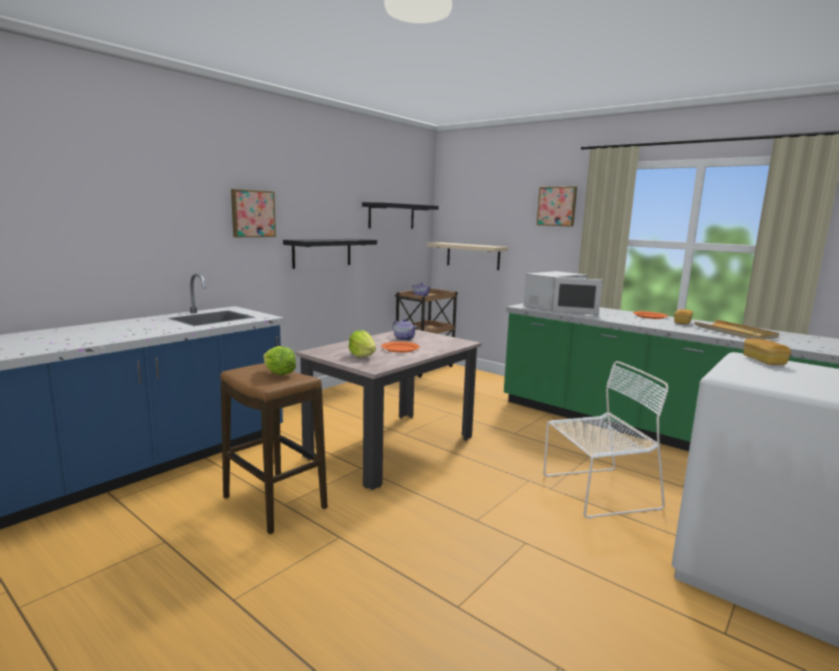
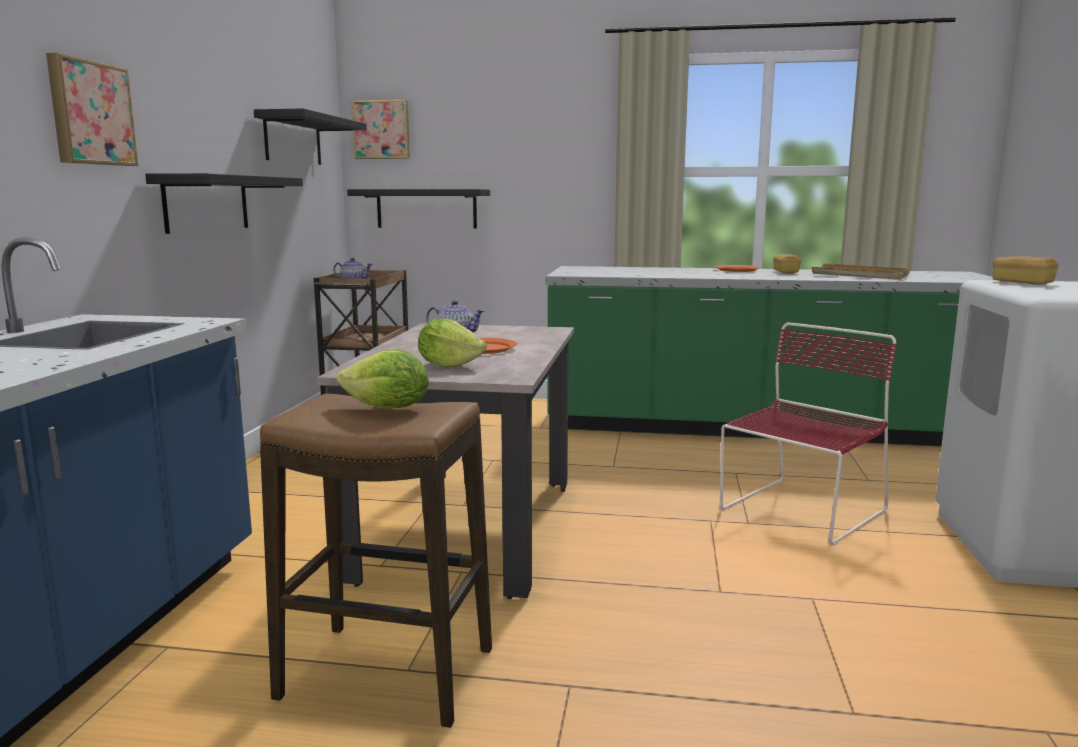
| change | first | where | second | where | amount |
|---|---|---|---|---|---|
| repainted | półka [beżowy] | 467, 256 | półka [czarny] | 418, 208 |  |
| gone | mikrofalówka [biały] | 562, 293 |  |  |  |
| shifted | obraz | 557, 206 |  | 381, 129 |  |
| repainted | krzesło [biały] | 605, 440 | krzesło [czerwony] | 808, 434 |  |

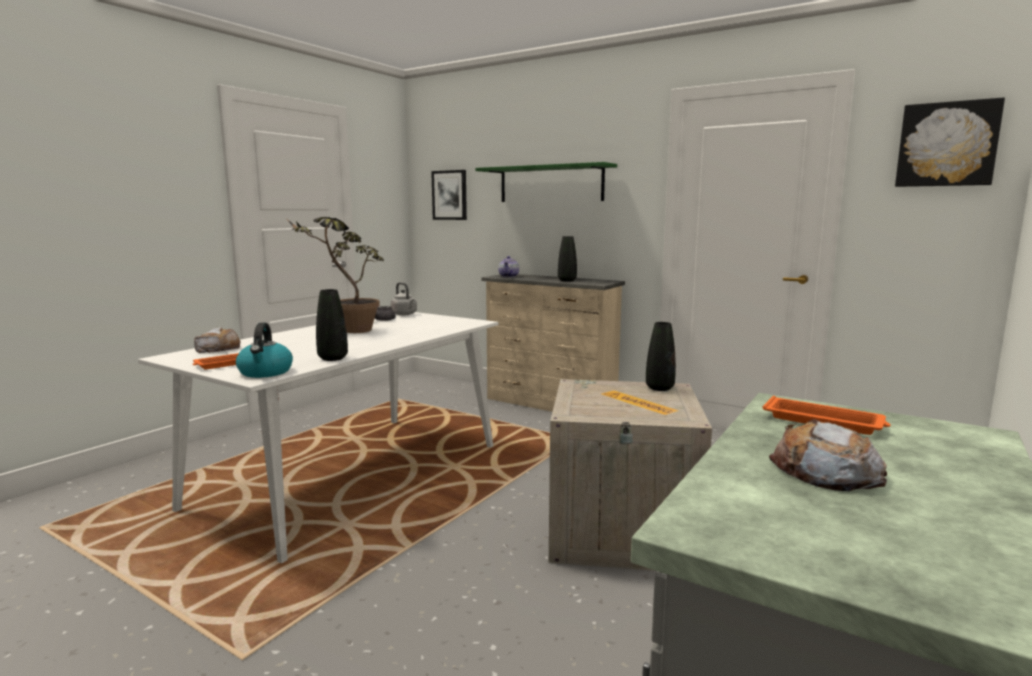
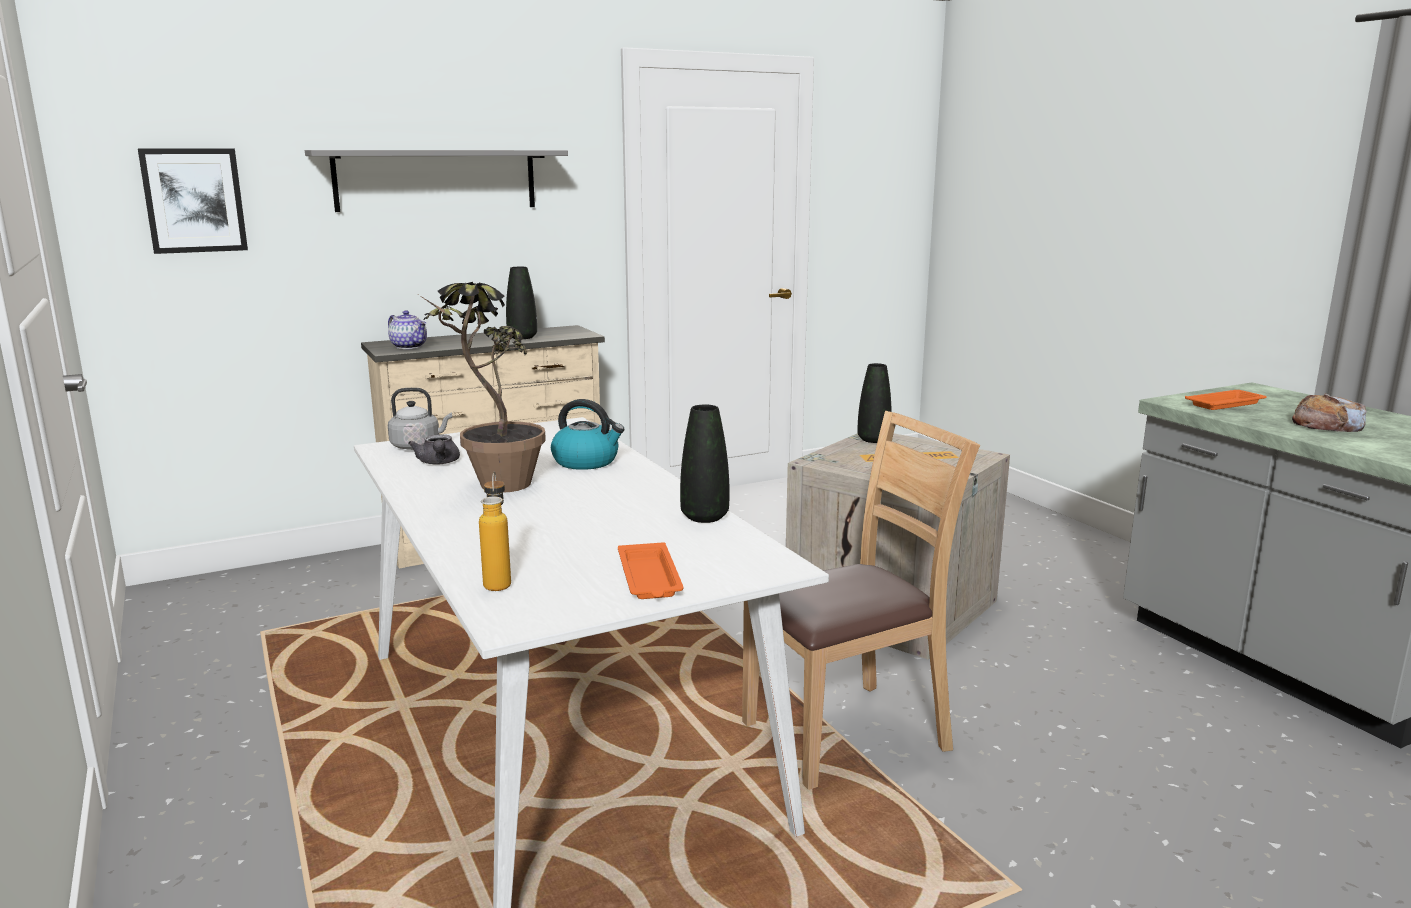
| change | first | where | second | where | amount |
|---|---|---|---|---|---|
| swapped | chleb | 217, 340 | butelka | 495, 531 |  |
| shifted | czajnik | 264, 350 |  | 587, 434 |  |
| repainted | półka [zielony] | 546, 182 | półka [szary] | 436, 181 |  |
| gone | obraz | 950, 142 |  |  |  |
| new |  |  | krzesło [brązowy] | 861, 600 |  |

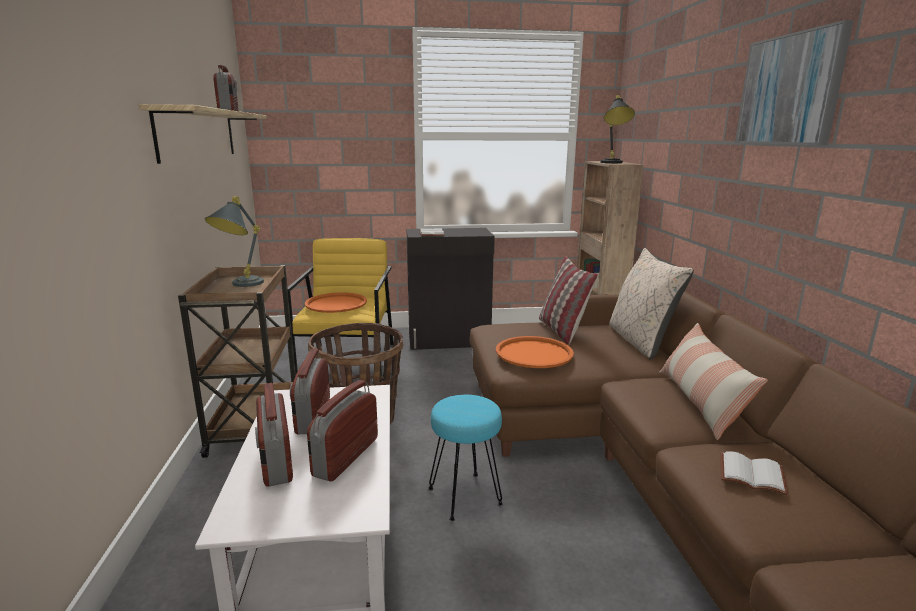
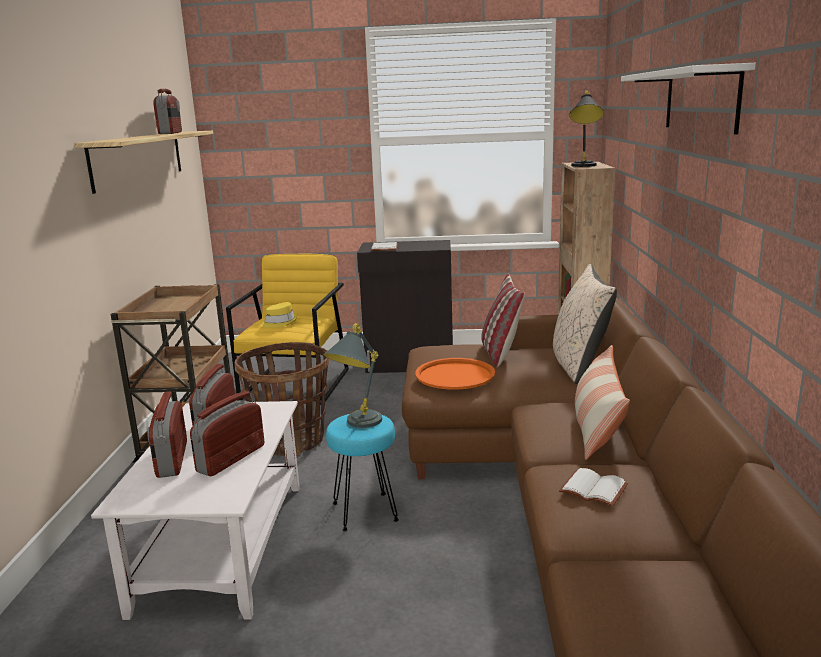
| change | first | where | second | where | amount |
|---|---|---|---|---|---|
| shifted | lampa stołowa [szary] | 234, 241 |  | 352, 376 |  |
| swapped | taca [pomarańczowy] | 336, 302 | kapelusz [żółty] | 279, 315 |  |
| swapped | obraz | 794, 82 | półka [biały] | 688, 98 |  |

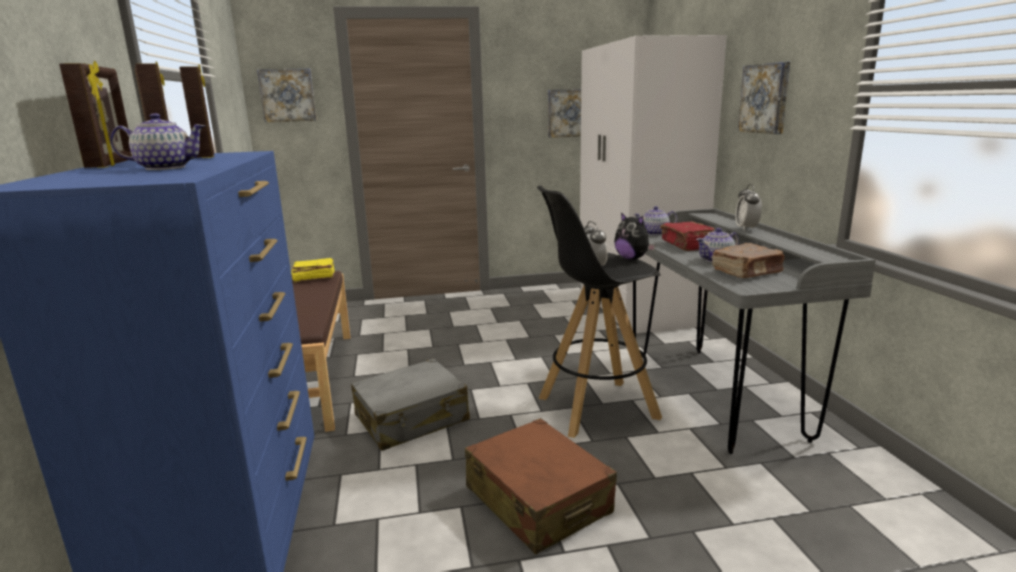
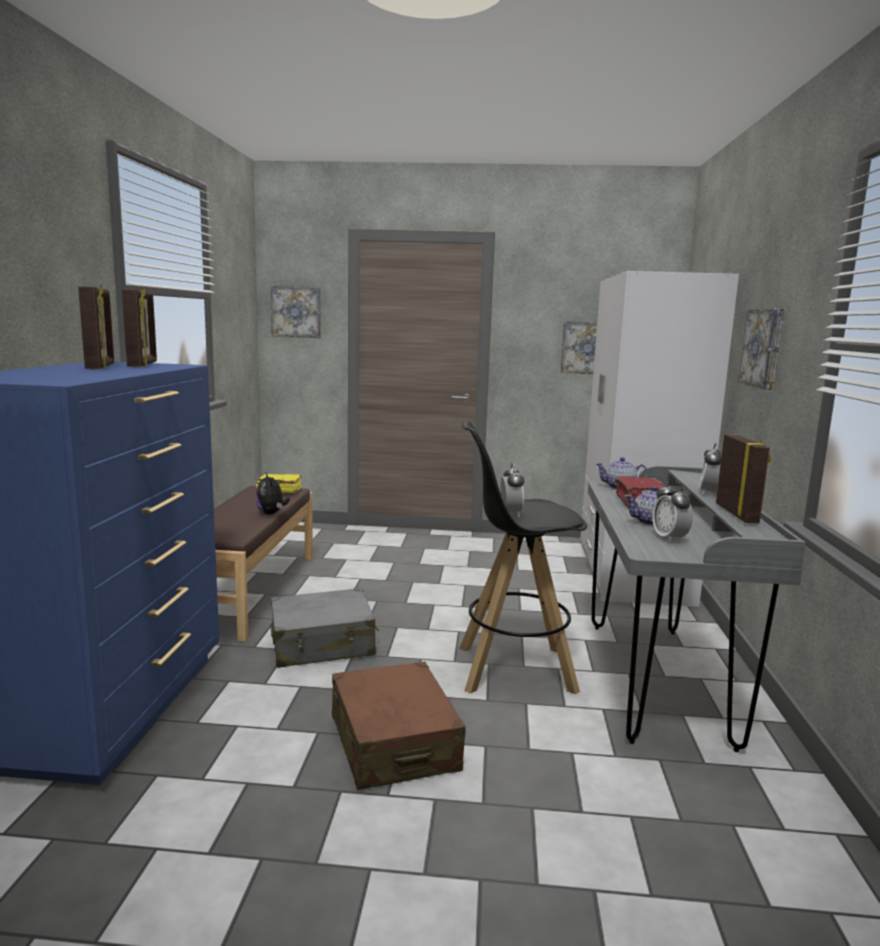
| change | first | where | second | where | amount |
|---|---|---|---|---|---|
| shifted | ramka na zdjęcie | 95, 114 |  | 743, 478 |  |
| gone | imbryk | 157, 141 |  |  |  |
| shifted | pluszak | 635, 236 |  | 273, 493 |  |
| swapped | książka [brązowy] | 748, 260 | budzik | 672, 512 |  |

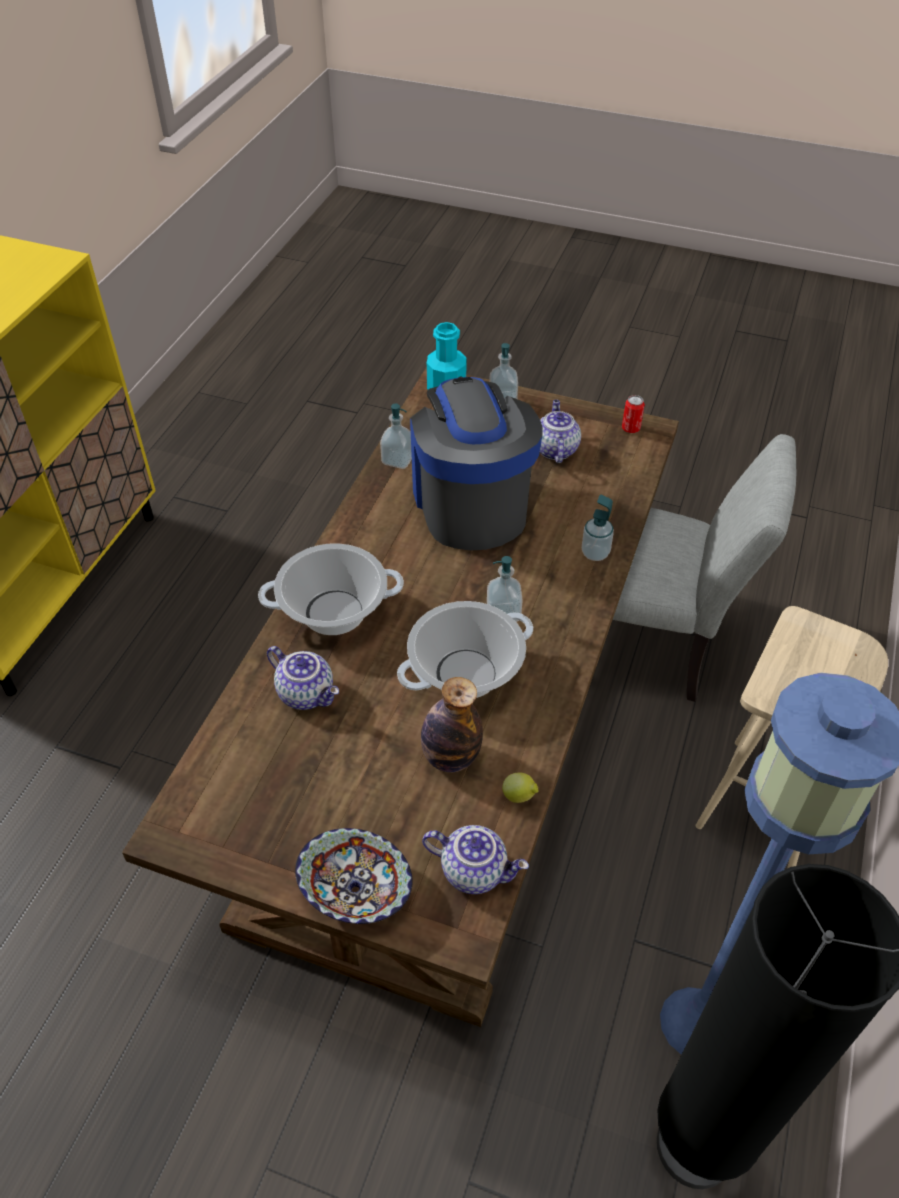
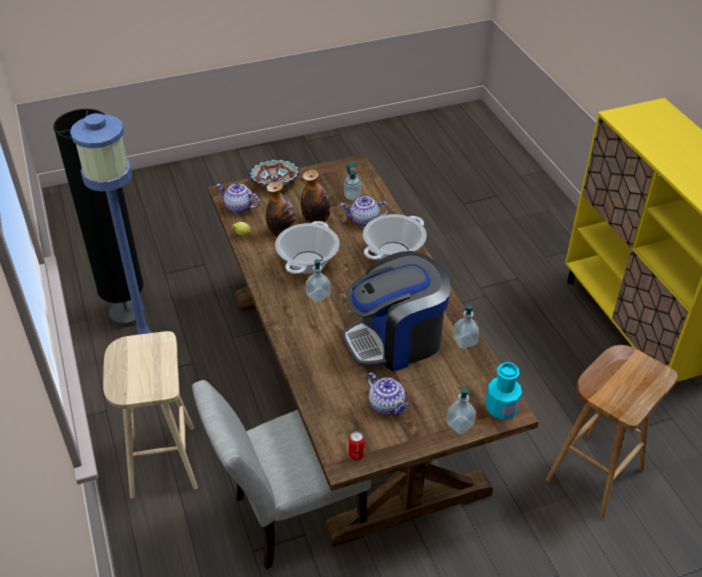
| change | first | where | second | where | amount |
|---|---|---|---|---|---|
| rotated | ekspres do kawy | 476, 464 |  | 396, 311 | 120 degrees clockwise |
| rotated | imbryk | 475, 859 |  | 238, 199 | 45 degrees clockwise |
| shifted | dozownik mydła | 598, 528 |  | 352, 180 |  |
| new |  |  | butelka | 316, 196 |  |
| new |  |  | stołek [brązowy] | 612, 432 |  |

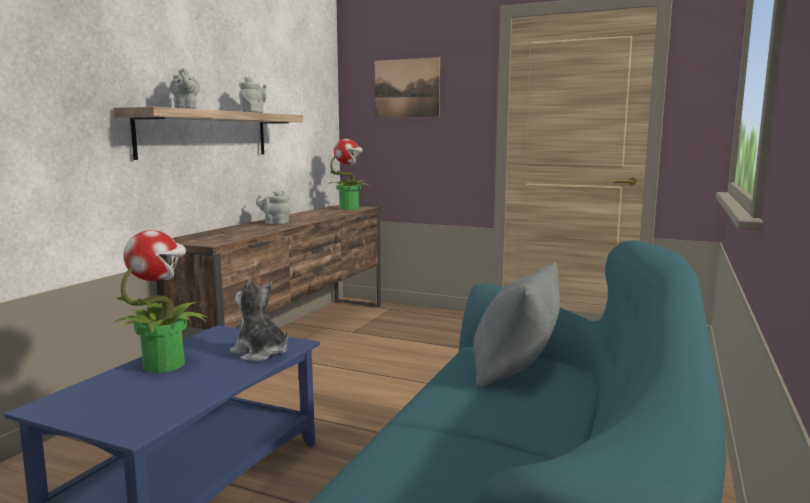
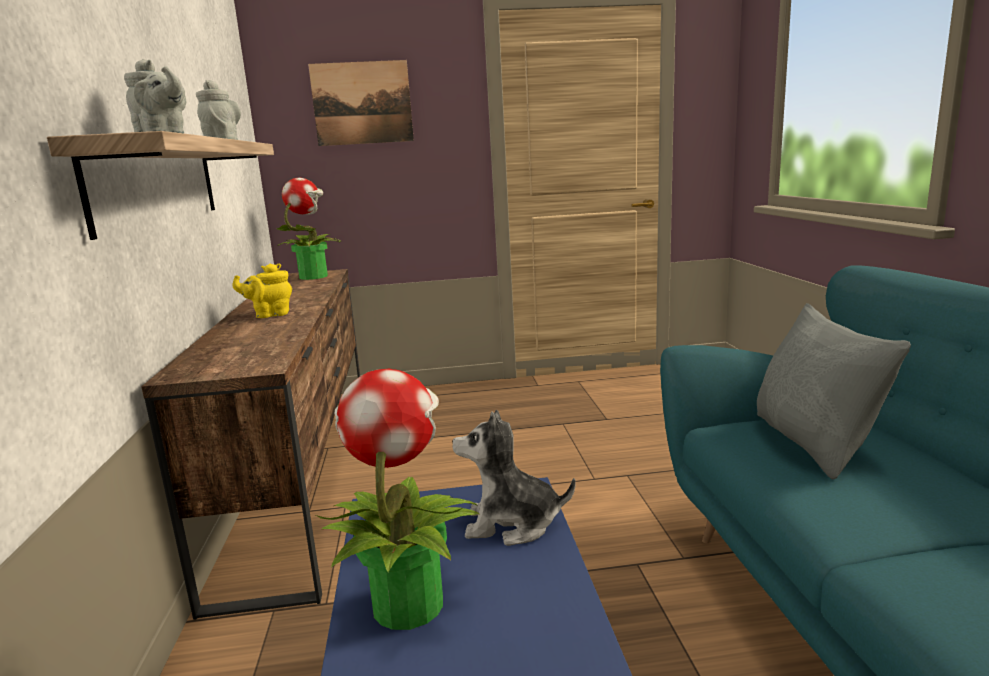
| change | first | where | second | where | amount |
|---|---|---|---|---|---|
| repainted | imbryk [szary] | 273, 207 | imbryk [żółty] | 262, 291 |  |

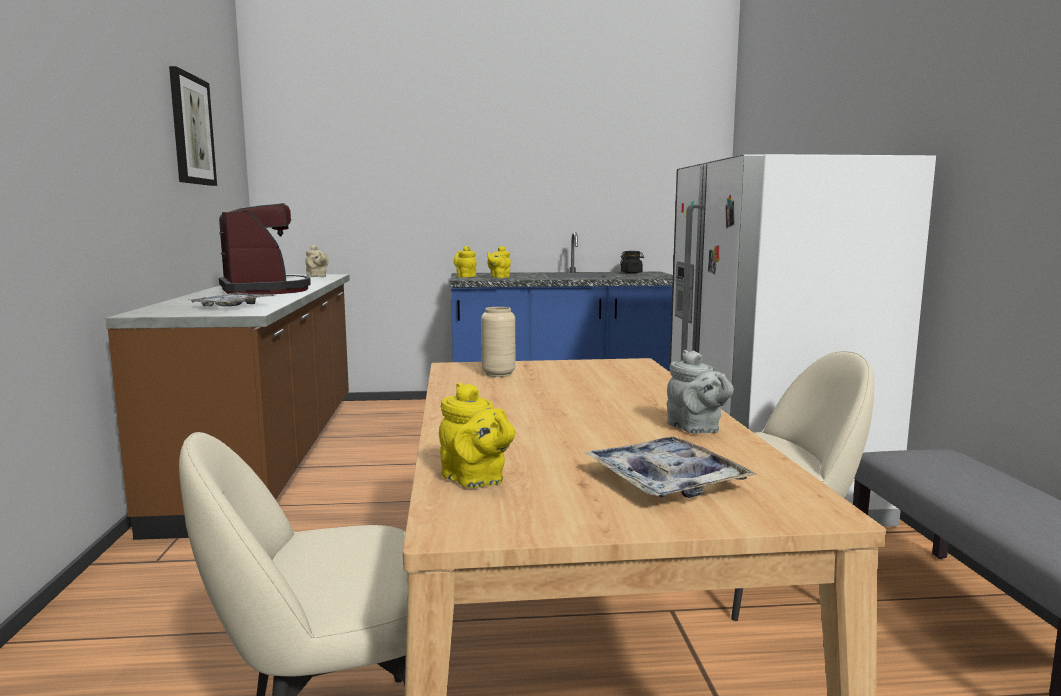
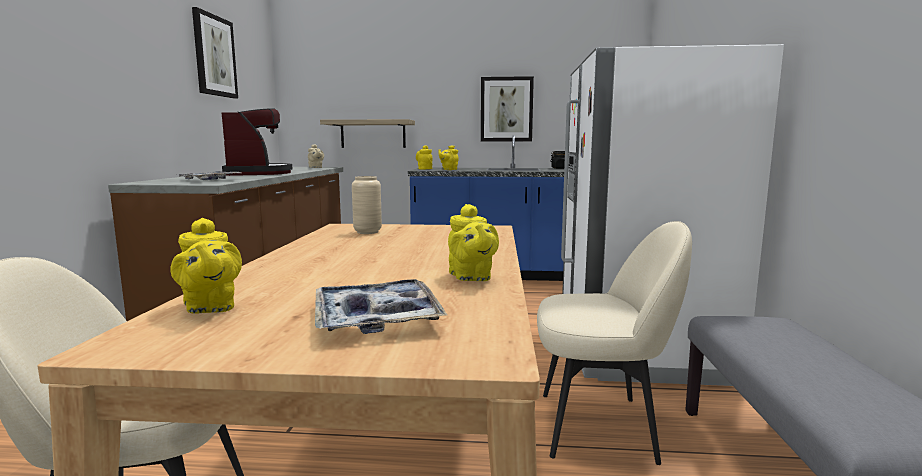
| change | first | where | second | where | amount |
|---|---|---|---|---|---|
| repainted | imbryk [szary] | 700, 392 | imbryk [żółty] | 473, 242 |  |
| new |  |  | półka | 367, 133 |  |
| new |  |  | obraz | 507, 108 |  |

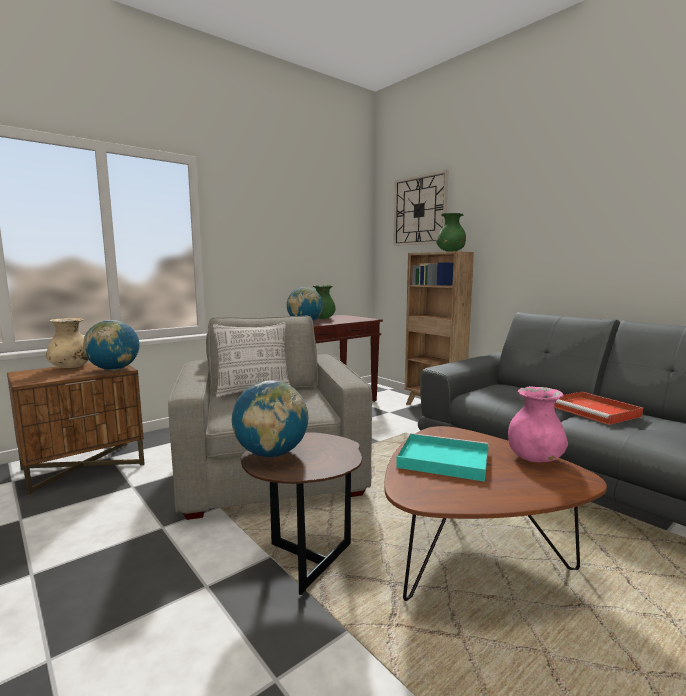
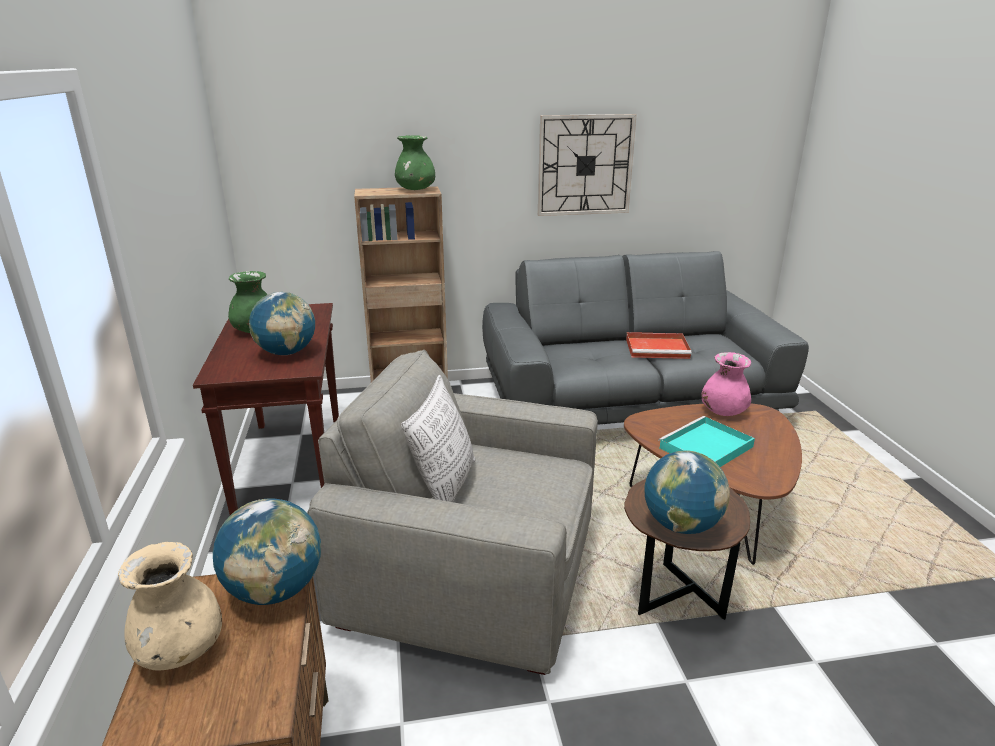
| change | first | where | second | where | amount |
|---|---|---|---|---|---|
| shifted | zegar ścienny | 420, 208 |  | 587, 165 |  |

